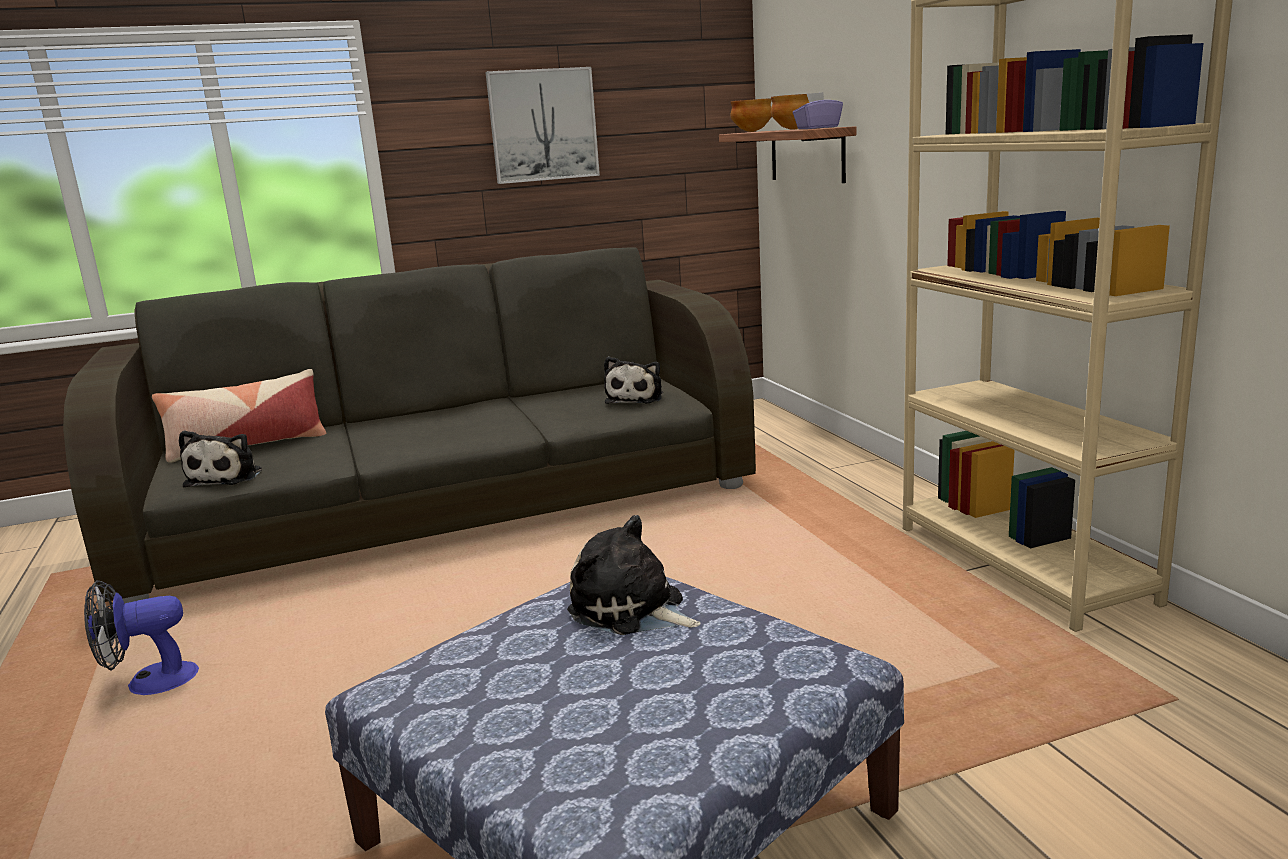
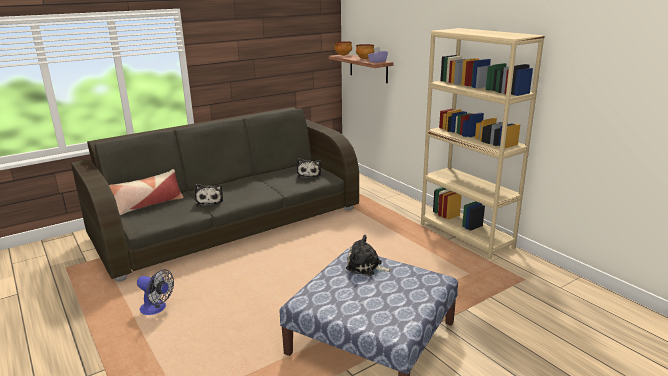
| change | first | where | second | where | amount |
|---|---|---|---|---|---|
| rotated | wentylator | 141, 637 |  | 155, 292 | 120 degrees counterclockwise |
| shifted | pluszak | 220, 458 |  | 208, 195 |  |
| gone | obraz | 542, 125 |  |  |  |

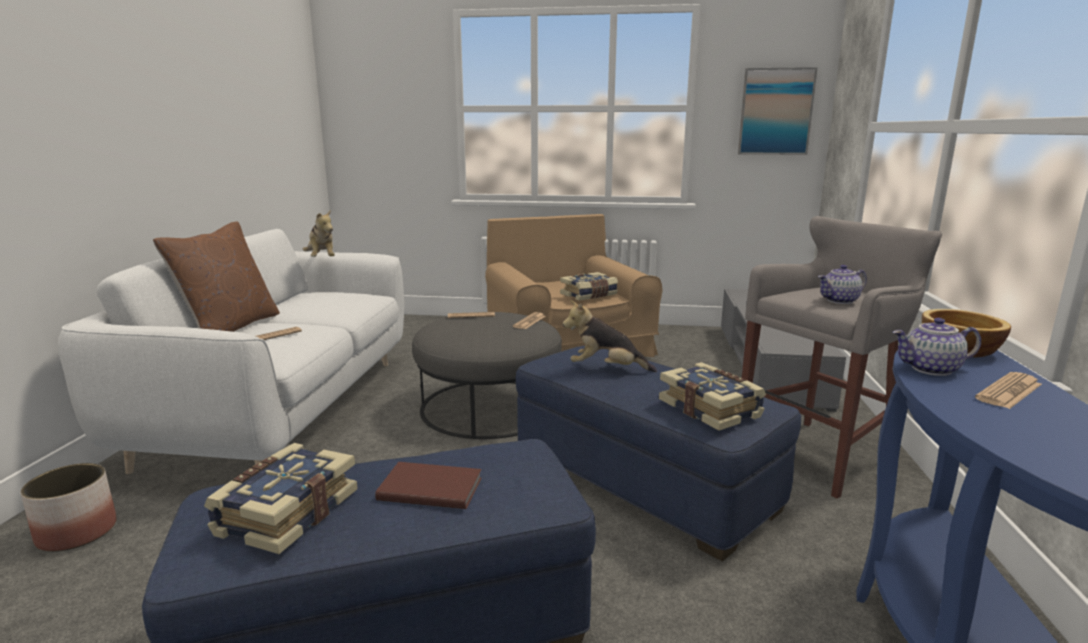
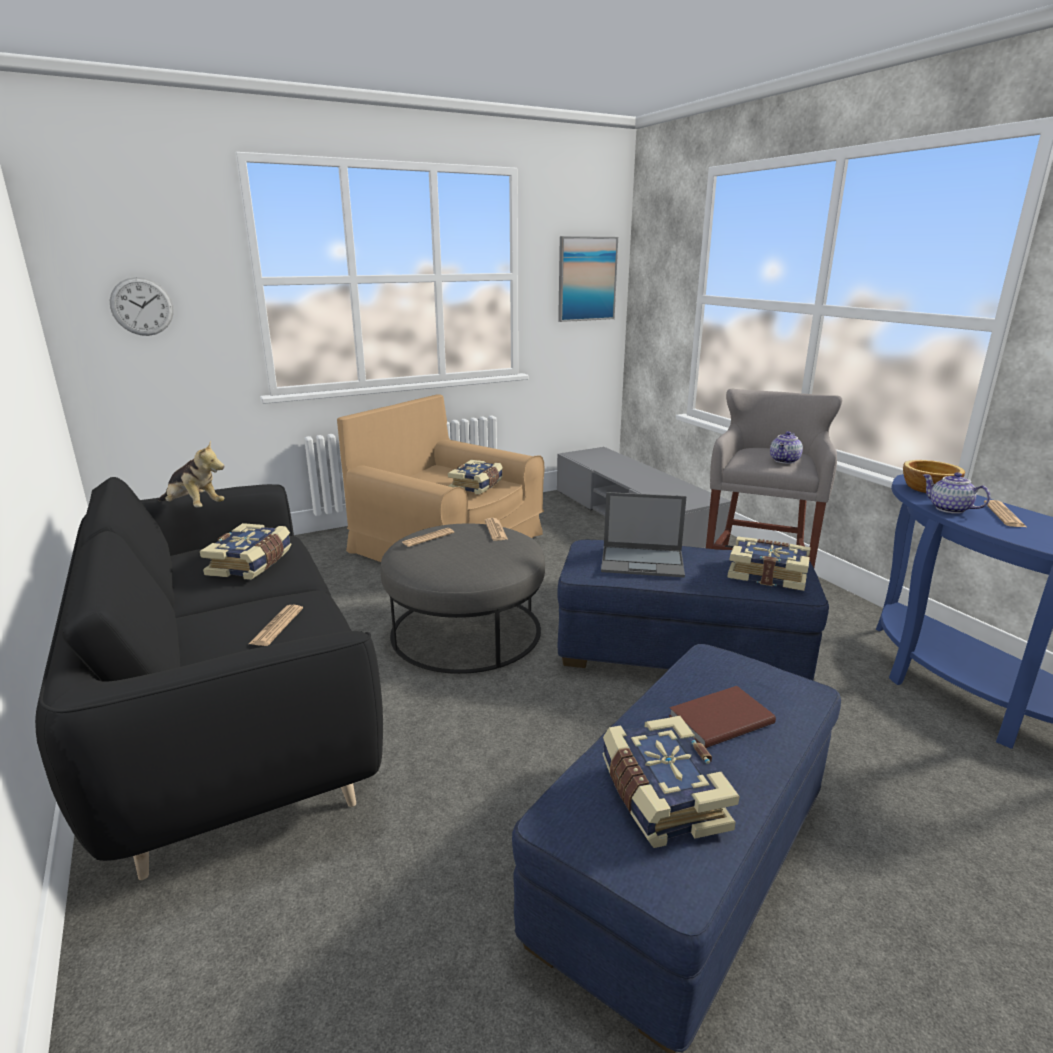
| change | first | where | second | where | amount |
|---|---|---|---|---|---|
| gone | donica | 69, 507 |  |  |  |
| repainted | kanapa [biały] | 231, 351 | kanapa [czarny] | 209, 678 |  |
| gone | poduszka [brązowy] | 216, 277 |  |  |  |
| swapped | pluszak | 610, 336 | laptop | 643, 534 |  |
| rotated | imbryk | 937, 347 |  | 956, 493 | 90 degrees clockwise |
| new |  |  | zegar ścienny | 142, 306 |  |
| new |  |  | książka | 245, 551 |  |

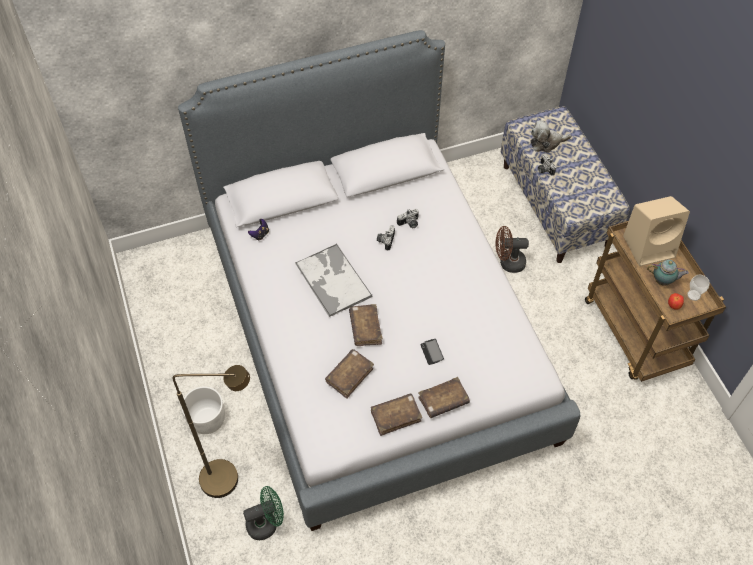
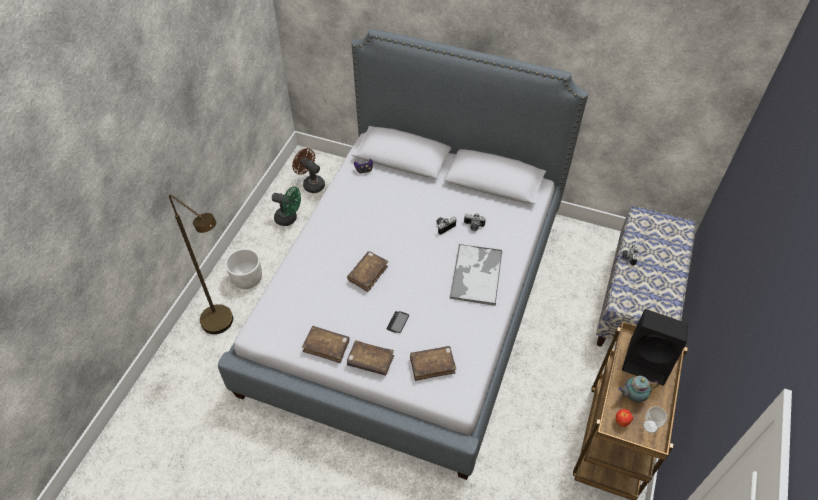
| change | first | where | second | where | amount |
|---|---|---|---|---|---|
| shifted | wentylator [zielony] | 263, 513 |  | 286, 206 |  |
| shifted | taca | 333, 280 |  | 475, 275 |  |
| shifted | książka [brązowy] | 349, 374 |  | 433, 363 |  |
| shifted | wentylator [brązowy] | 512, 249 |  | 308, 170 |  |
| gone | pluszak | 550, 136 |  |  |  |
| repainted | głośnik [beżowy] | 656, 231 | głośnik [czarny] | 655, 347 |  |
| rotated | imbryk | 668, 272 |  | 638, 389 | 120 degrees clockwise |

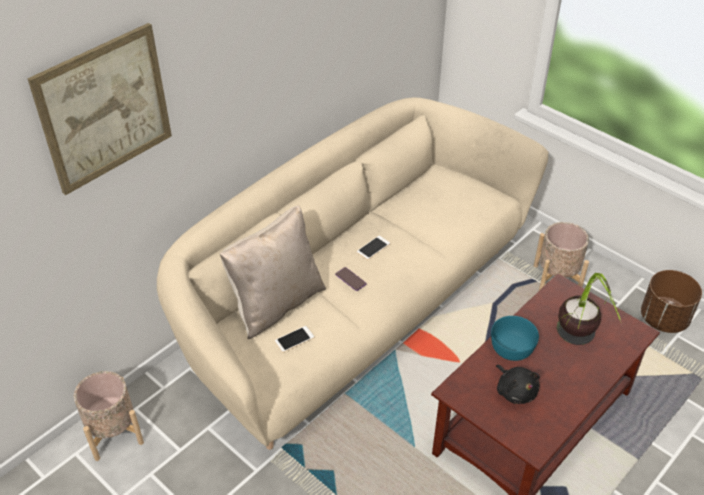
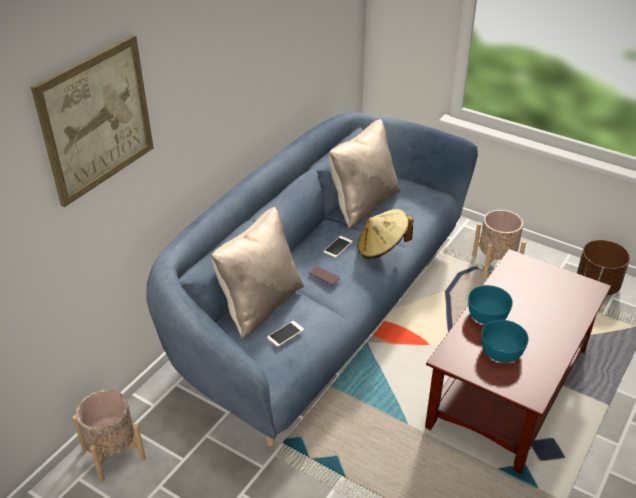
| change | first | where | second | where | amount |
|---|---|---|---|---|---|
| repainted | kanapa [beżowy] | 352, 273 | kanapa [niebieski] | 312, 279 |  |
| swapped | pluszak [czarny] | 518, 384 | miska [turkusowy] | 505, 341 |  |
| gone | roślina doniczkowa | 589, 309 |  |  |  |
| new |  |  | poduszka [beżowy] | 364, 174 |  |
| new |  |  | kapelusz [beżowy] | 385, 234 |  |

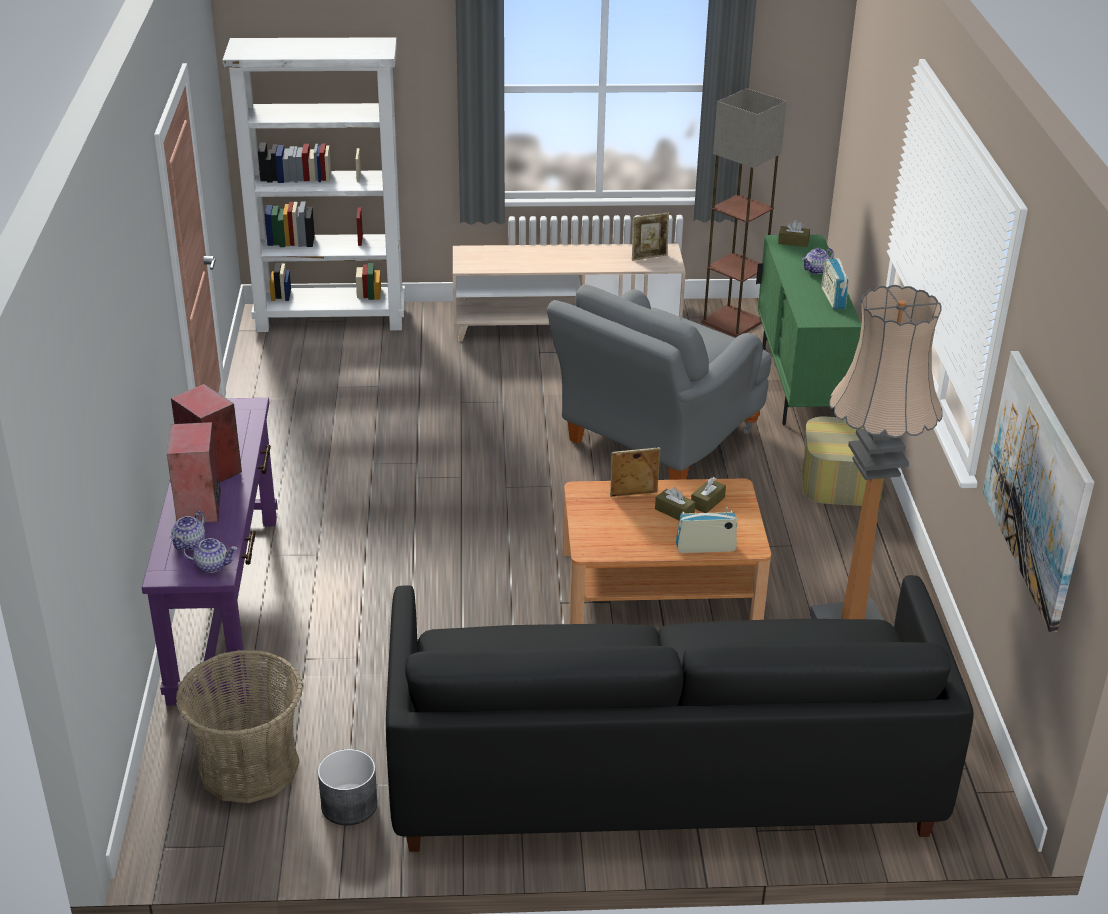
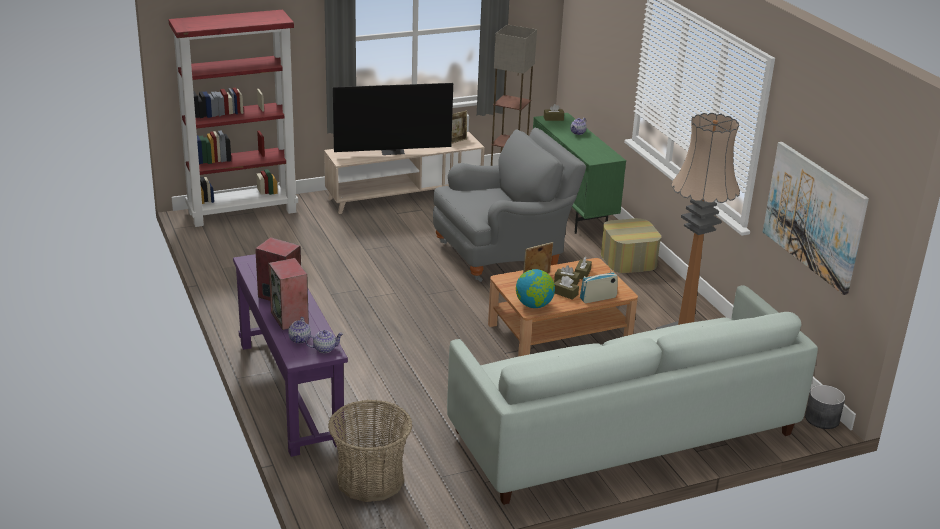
| change | first | where | second | where | amount |
|---|---|---|---|---|---|
| repainted | regał [biały] | 314, 184 | regał [czerwony] | 233, 118 |  |
| shifted | donica [szary] | 348, 787 |  | 825, 407 |  |
| repainted | kanapa [czarny] | 680, 713 | kanapa [biały] | 632, 395 |  |
| rotated | fotel [szary] | 659, 382 |  | 509, 205 | 135 degrees counterclockwise |
| gone | radio | 835, 282 |  |  |  |
| new |  |  | telewizor | 393, 119 |  |
| new |  |  | globus | 535, 288 |  |
| new |  |  | pudełko chusteczek [brązowy] | 566, 288 |  |

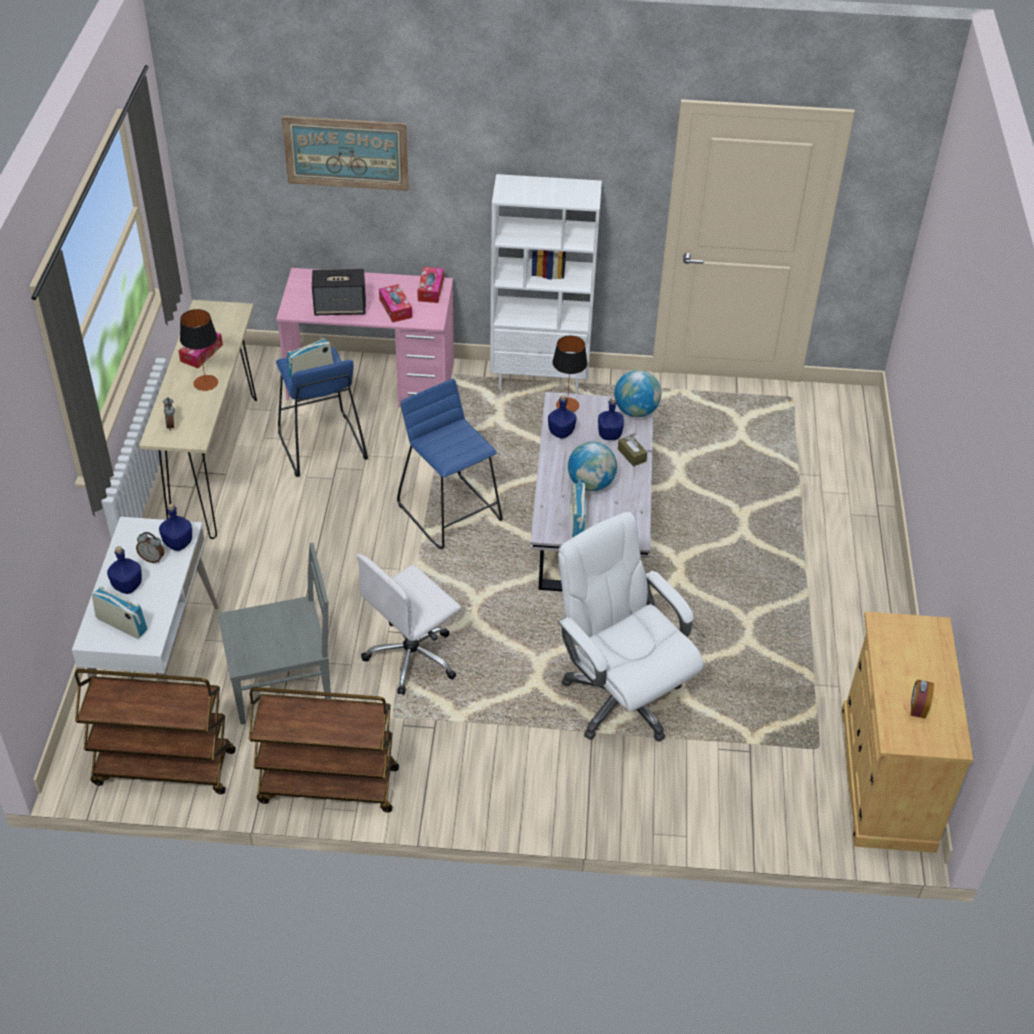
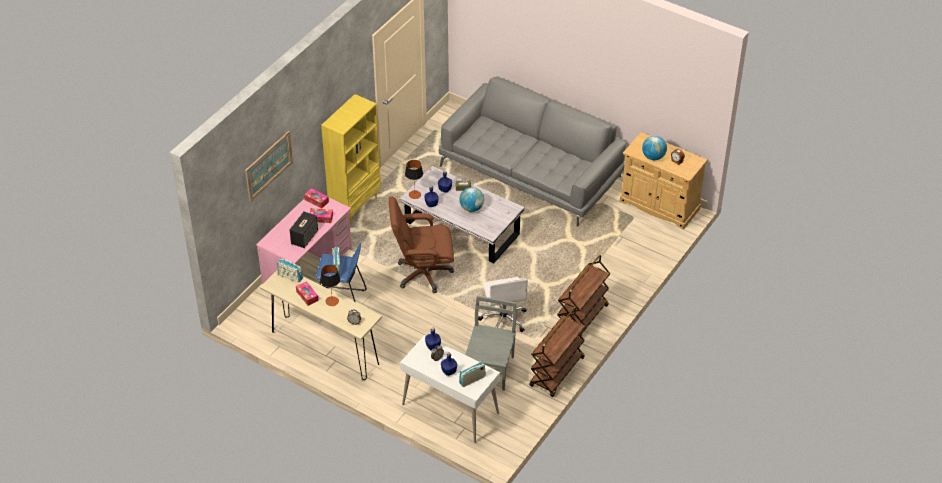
| change | first | where | second | where | amount |
|---|---|---|---|---|---|
| shifted | wózek [brązowy] | 155, 731 |  | 583, 296 |  |
| swapped | stołek [niebieski] | 450, 464 | krzesło biurowe [brązowy] | 421, 245 |  |
| repainted | regał [biały] | 546, 284 | regał [żółty] | 351, 159 |  |
| gone | krzesło biurowe [biały] | 630, 627 |  |  |  |
| shifted | radio | 578, 509 |  | 290, 270 |  |
| shifted | globus | 637, 393 |  | 654, 148 |  |
| new |  |  | kanapa [szary] | 532, 151 |  |

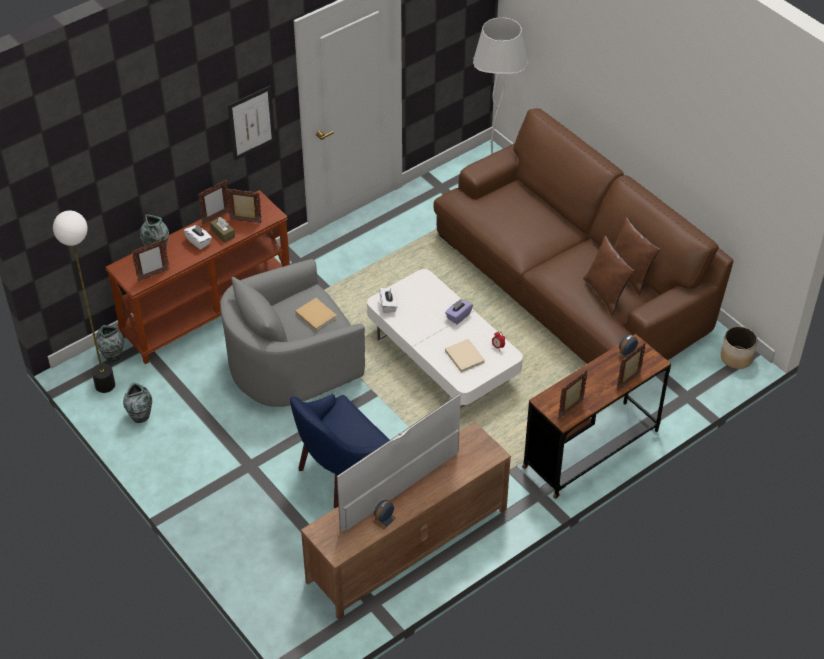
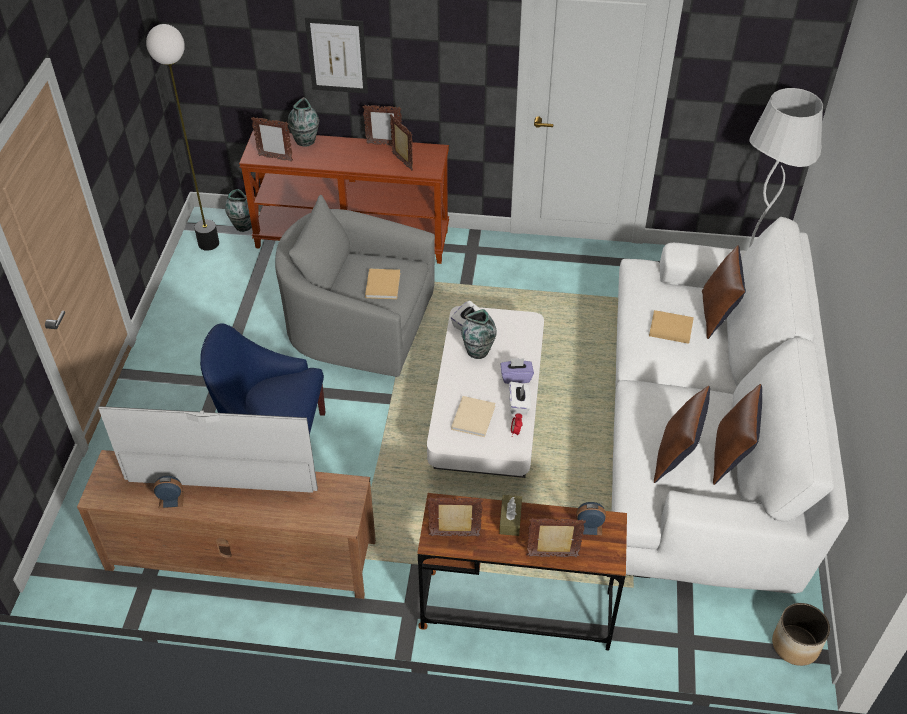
| change | first | where | second | where | amount |
|---|---|---|---|---|---|
| shifted | wazon | 137, 403 |  | 479, 334 |  |
| shifted | pudełko chusteczek [biały] | 198, 237 |  | 520, 398 |  |
| shifted | pudełko chusteczek [brązowy] | 222, 230 |  | 510, 515 |  |
| shifted | obraz | 252, 123 |  | 336, 55 |  |
| repainted | kanapa [brązowy] | 583, 236 | kanapa [biały] | 730, 405 |  |
| new |  |  | książka [beżowy] | 671, 327 |  |
| new |  |  | poduszka [brązowy] | 724, 292 |  |

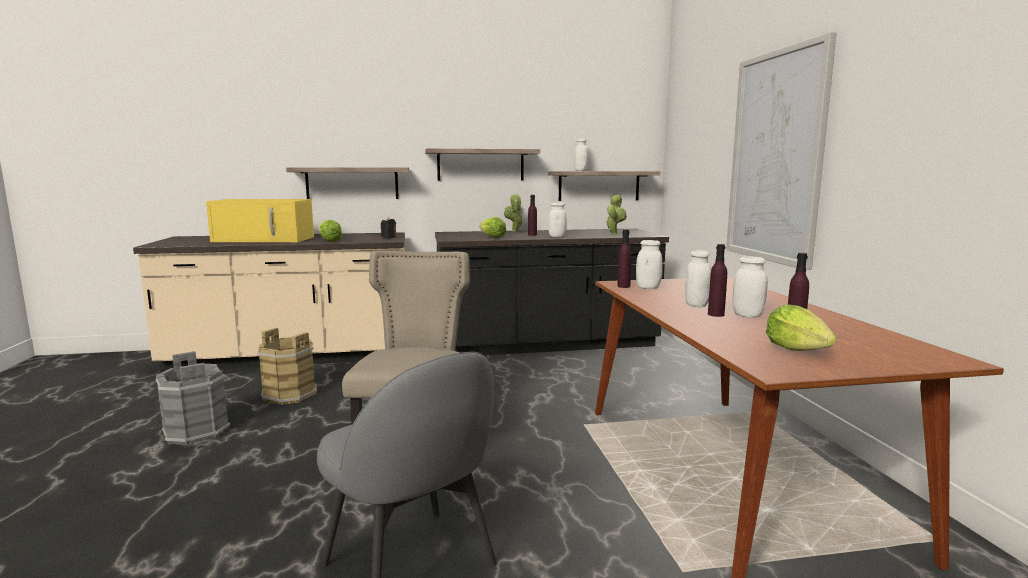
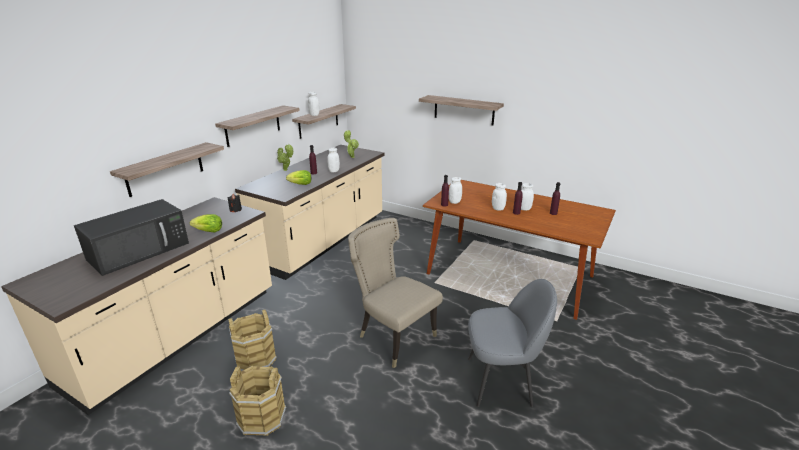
| change | first | where | second | where | amount |
|---|---|---|---|---|---|
| repainted | wiadro [szary] | 193, 398 | wiadro [brązowy] | 257, 401 |  |
| repainted | mikrofalówka [żółty] | 260, 220 | mikrofalówka [czarny] | 131, 237 |  |
| repainted | zabudowa kuchenna [czarny] | 552, 292 | zabudowa kuchenna [beżowy] | 309, 212 |  |
| swapped | obraz | 781, 151 | półka | 461, 110 |  |
| gone | sałata | 801, 327 |  |  |  |

